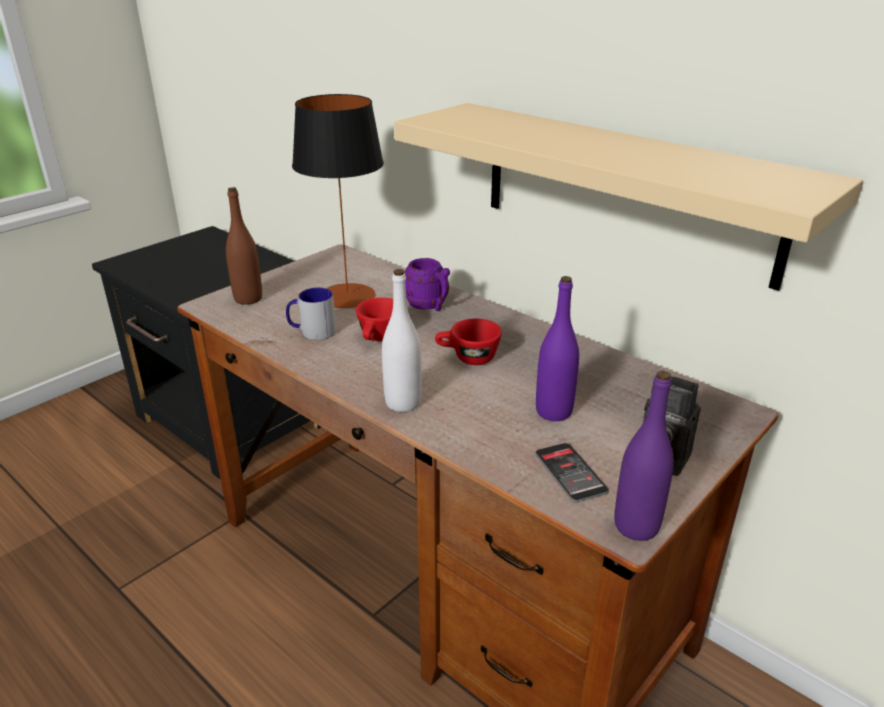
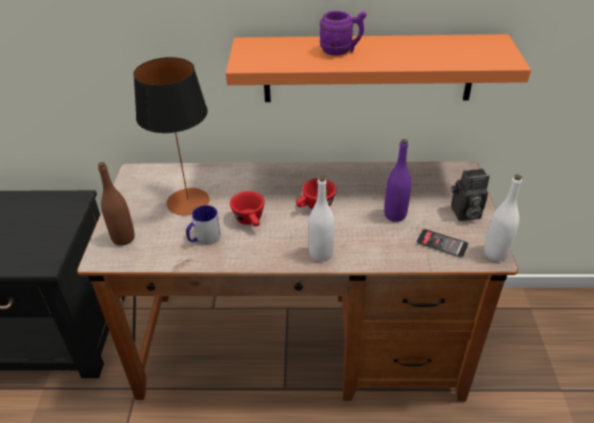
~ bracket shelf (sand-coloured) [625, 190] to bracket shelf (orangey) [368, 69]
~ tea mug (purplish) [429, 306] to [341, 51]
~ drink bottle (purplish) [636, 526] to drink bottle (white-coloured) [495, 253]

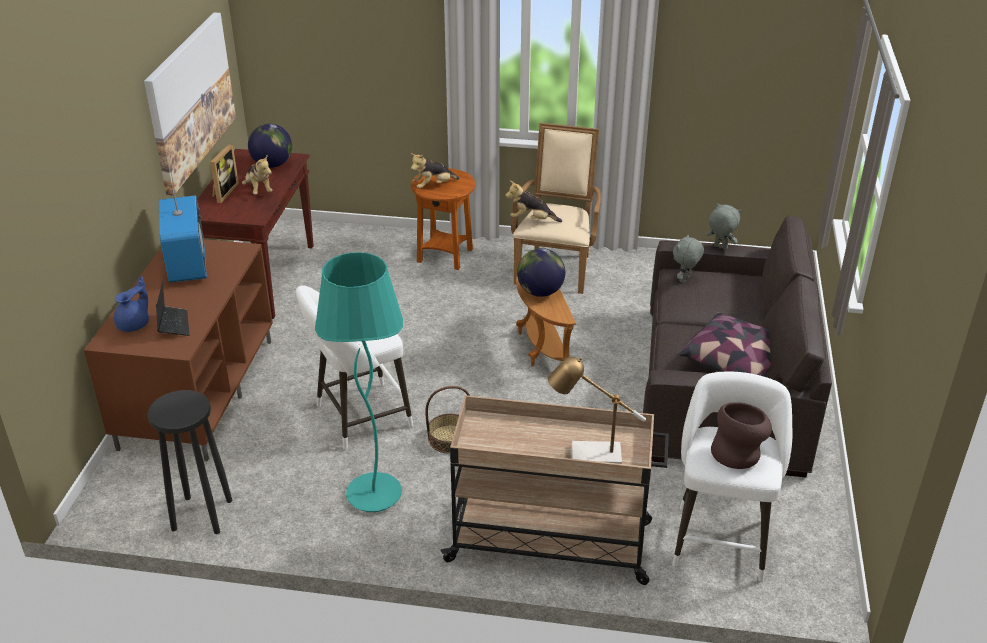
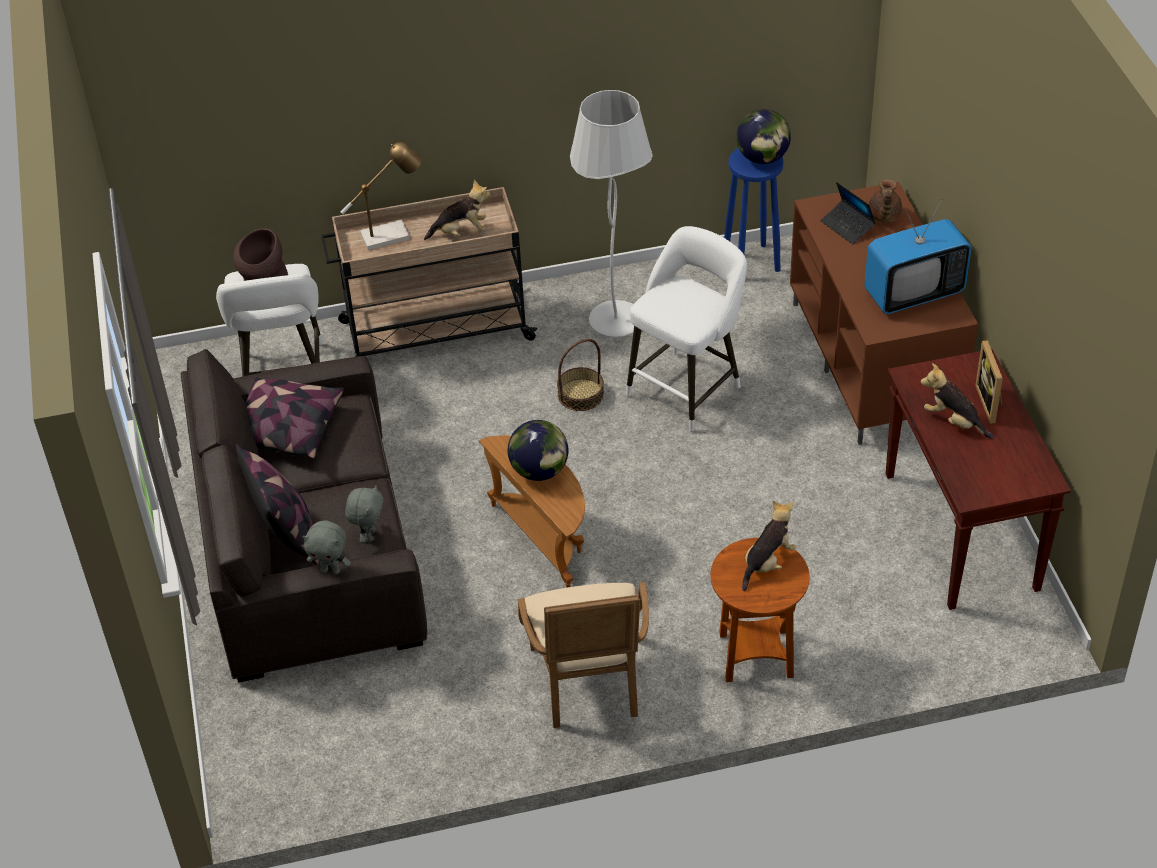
- wall art [190, 100]
~ globe [272, 165] to [762, 158]
~ TV set [187, 265] = [913, 293] 75 degrees counterclockwise
~ soft toy [532, 220] to [461, 232]
~ standing lamp (blue-green) [374, 495] to standing lamp (white-coloured) [615, 321]
~ teapot (blue-coloured) [135, 324] to teapot (brown-coloured) [883, 216]
~ stool seat (black-coloured) [201, 514] to stool seat (blue-coloured) [752, 262]
+ pillow [287, 535]

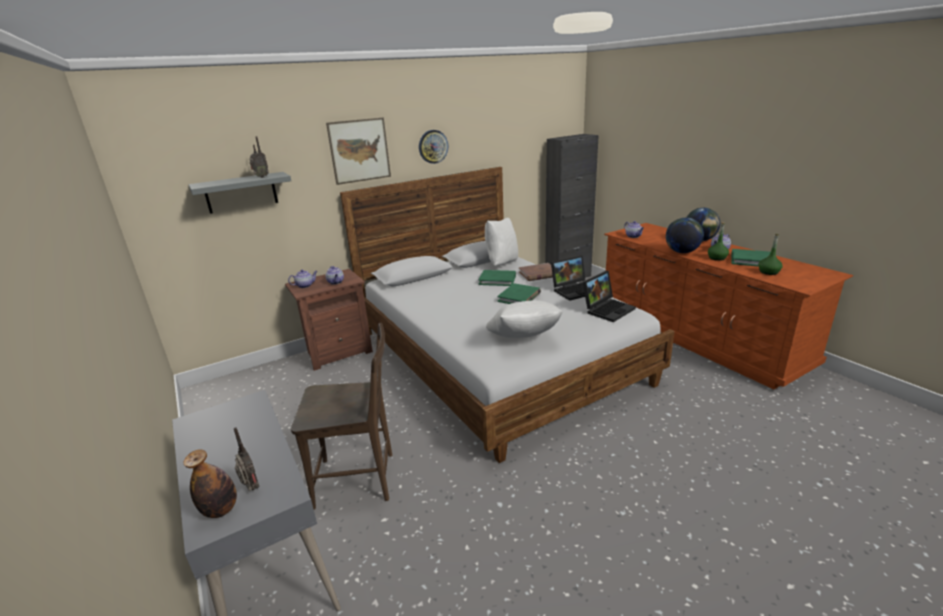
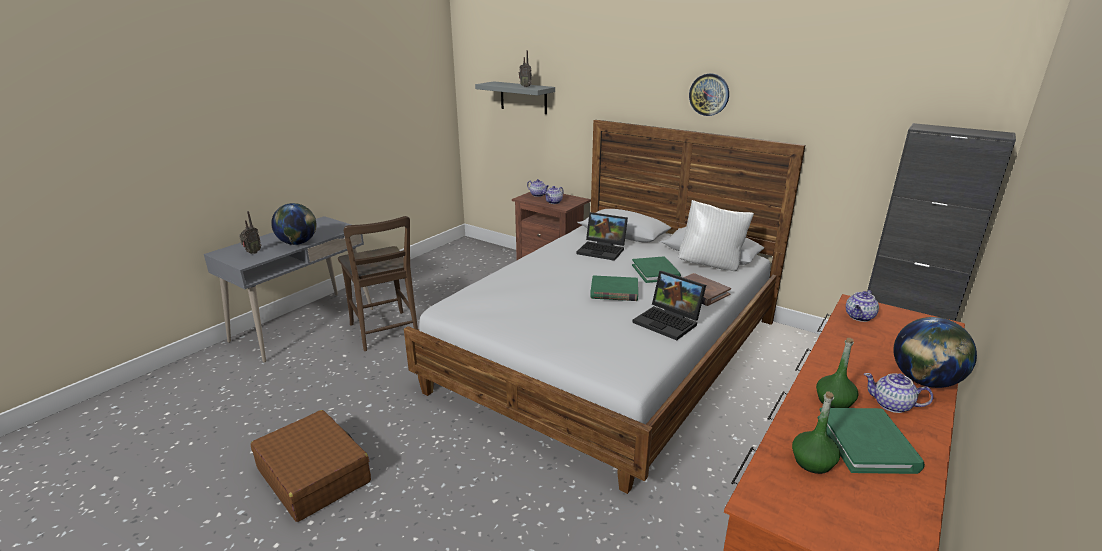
- wall art [359, 150]
~ globe [682, 252] to [298, 243]
~ laptop [607, 309] to [603, 250]
- pillow (white-coloured) [523, 339]
- drink bottle [220, 510]
+ suitcase (brown-coloured) [314, 475]

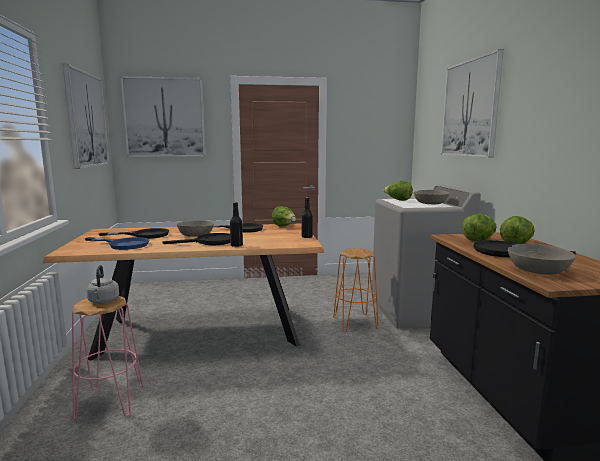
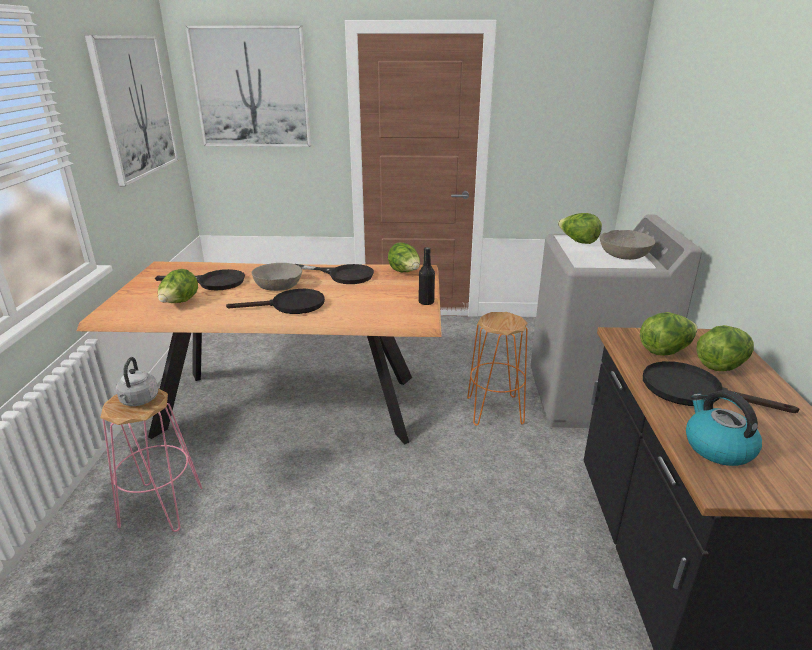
- wall art [470, 108]
- drink bottle (black-coloured) [236, 245]
~ skillet (blue-coloured) [123, 244] to lettuce head [179, 303]
~ serving bowl (gray) [538, 270] to kettle [717, 447]

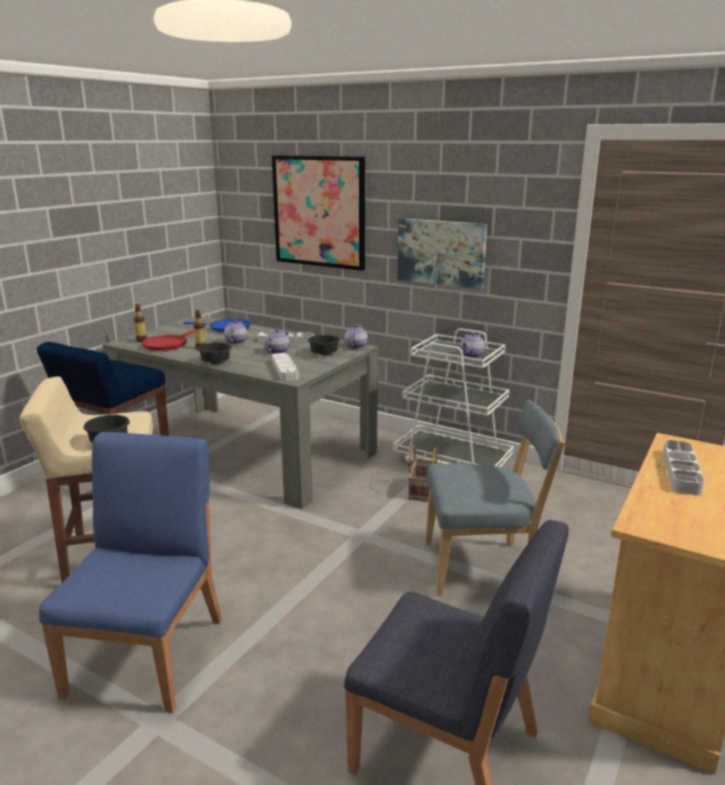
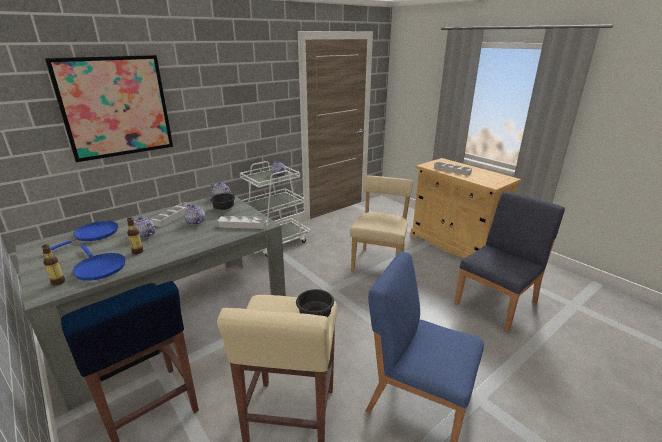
- wall art [441, 252]
~ skillet (red-coloured) [167, 344] to skillet (blue-coloured) [99, 268]
- serving bowl (black-coloured) [215, 362]
~ upright chair (blue-coloured) [483, 567] to upright chair (sand-coloured) [379, 262]
- household basket [421, 490]

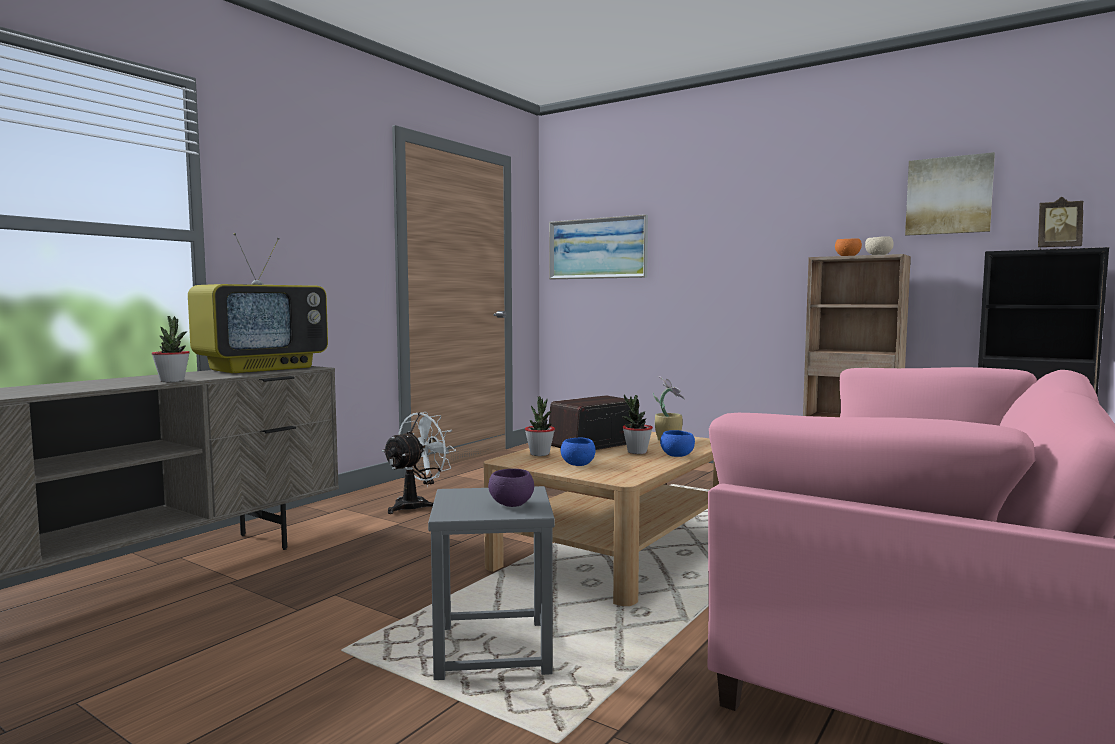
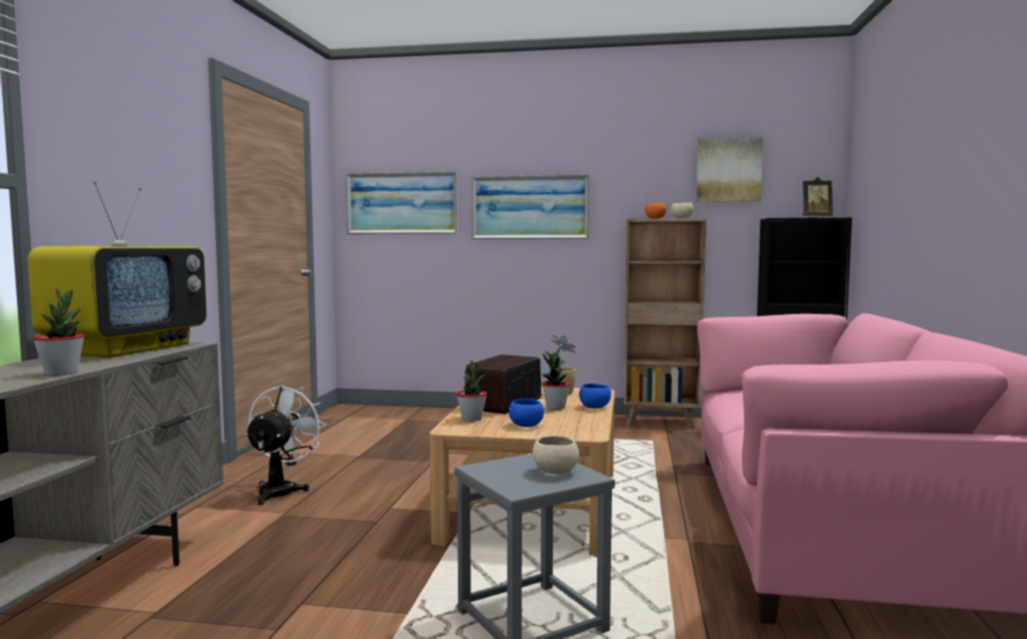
~ serving bowl (purplish) [511, 504] to serving bowl (sand-coloured) [555, 472]
+ wall art [530, 207]

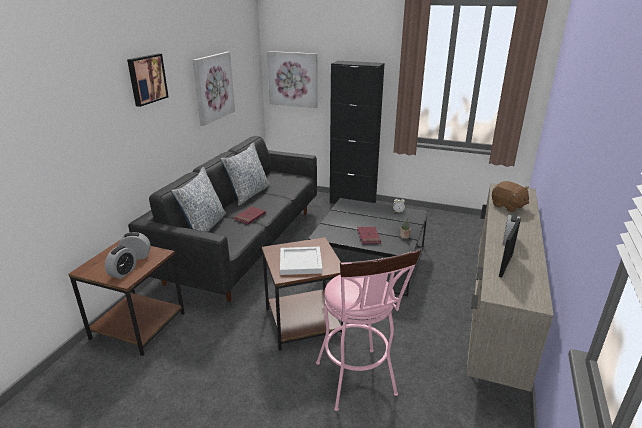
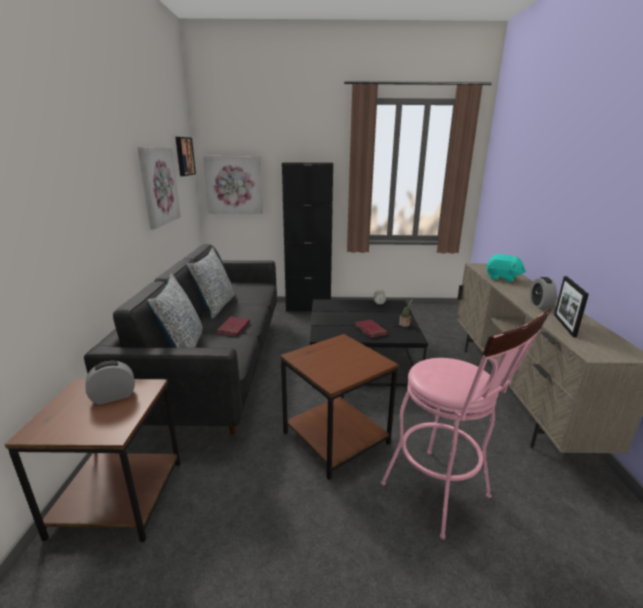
~ wall art [146, 79] to [184, 156]
~ soft toy (brown-coloured) [508, 206] to soft toy (blue-green) [502, 278]
- alarm clock [123, 272]
- tray (white-coloured) [301, 262]

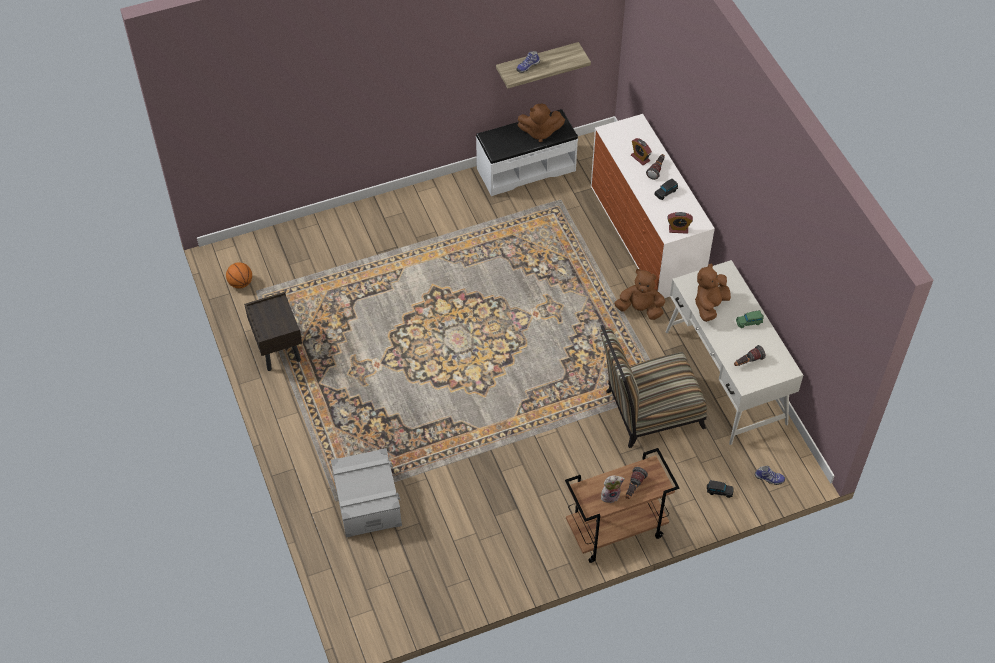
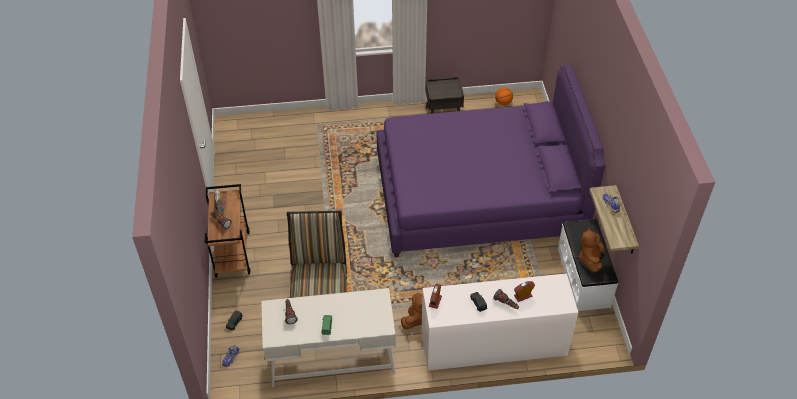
- soft toy (brown-coloured) [710, 305]
- storage box (gray) [367, 501]
+ bedroom bed (purplish) [478, 196]

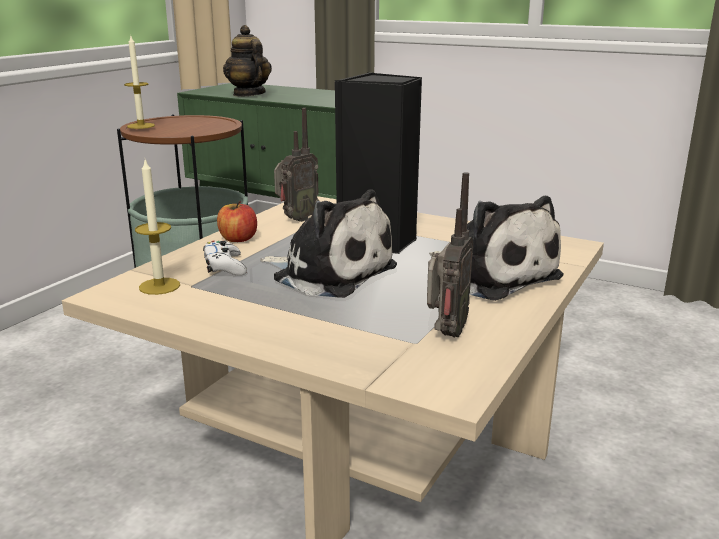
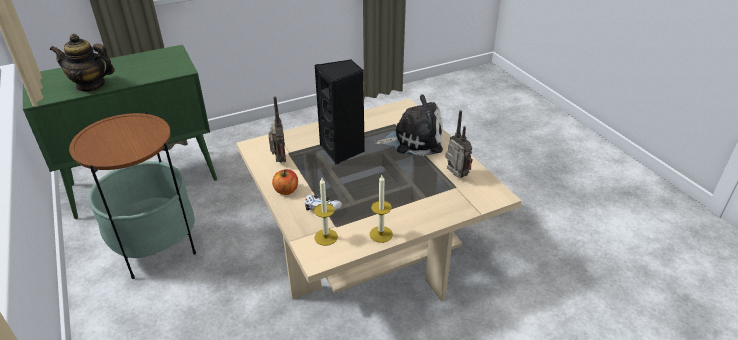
~ wax candle [141, 126] to [381, 234]
- soft toy [330, 273]

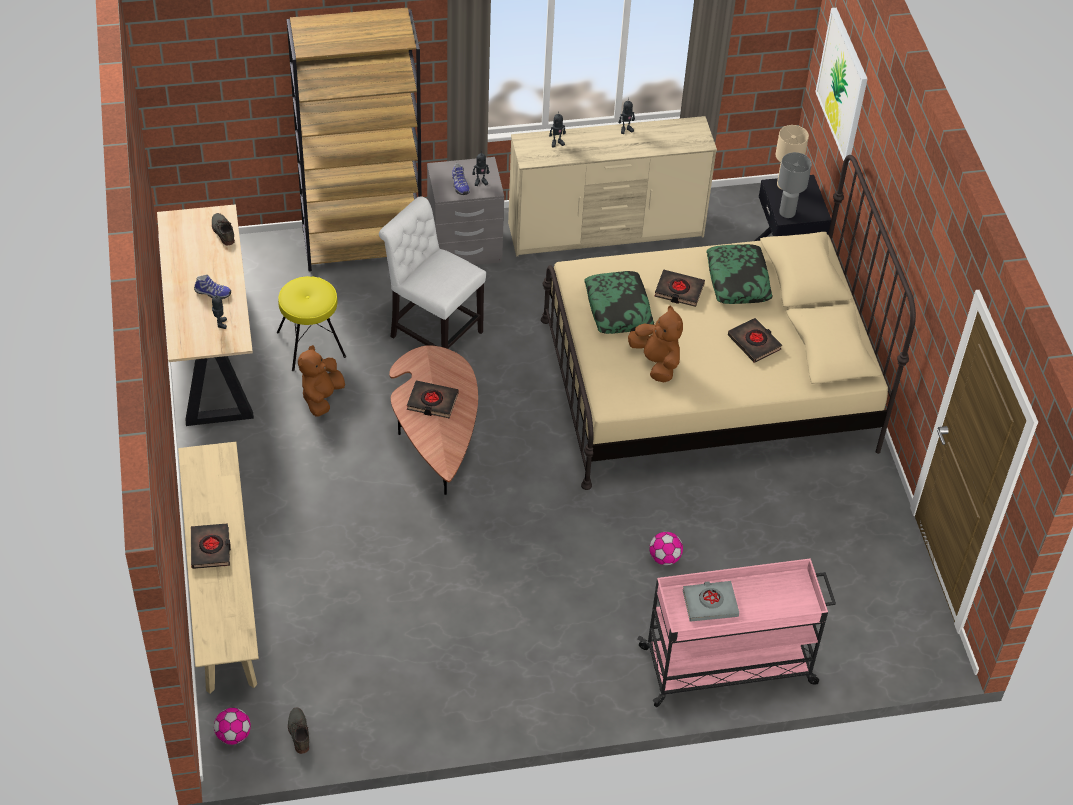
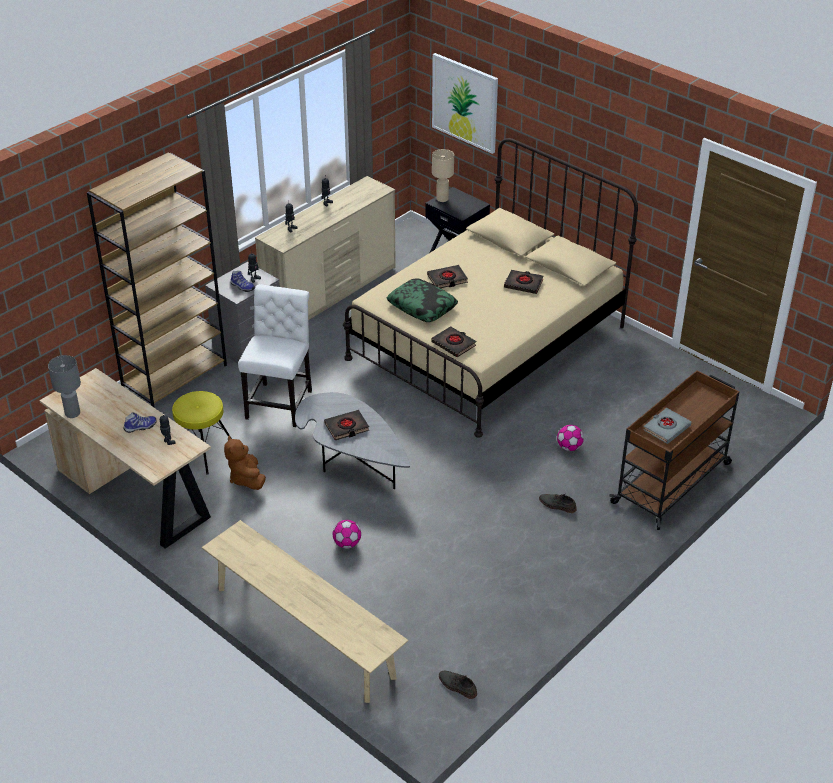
~ table lamp (gray) [787, 212] to [73, 413]
~ upright chair (white-coloured) [432, 332] = [281, 402] 105 degrees clockwise
~ low shoe (gray) [222, 231] to [557, 505]
- pillow [738, 280]
- soft toy (brown-coloured) [656, 362]
~ lounge table (brown-coloured) [436, 437] to lounge table (gray) [351, 459]
~ volume (black-coloured) [211, 548] to [454, 344]
~ trolley (pink-coloured) [730, 665] to trolley (brown-coloured) [672, 482]
~ ball for football [233, 735] to [347, 544]

